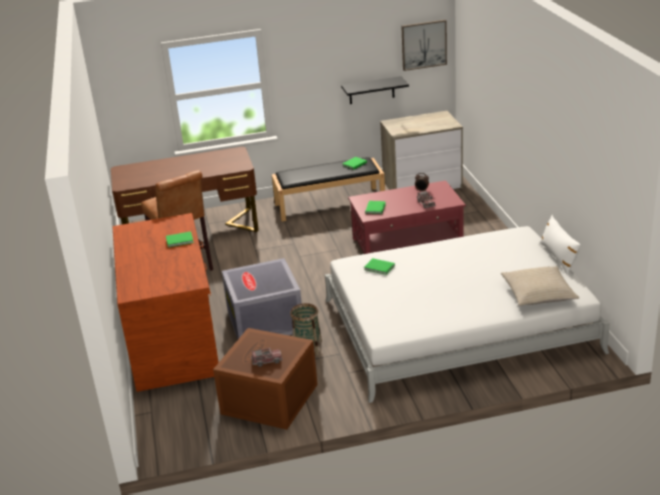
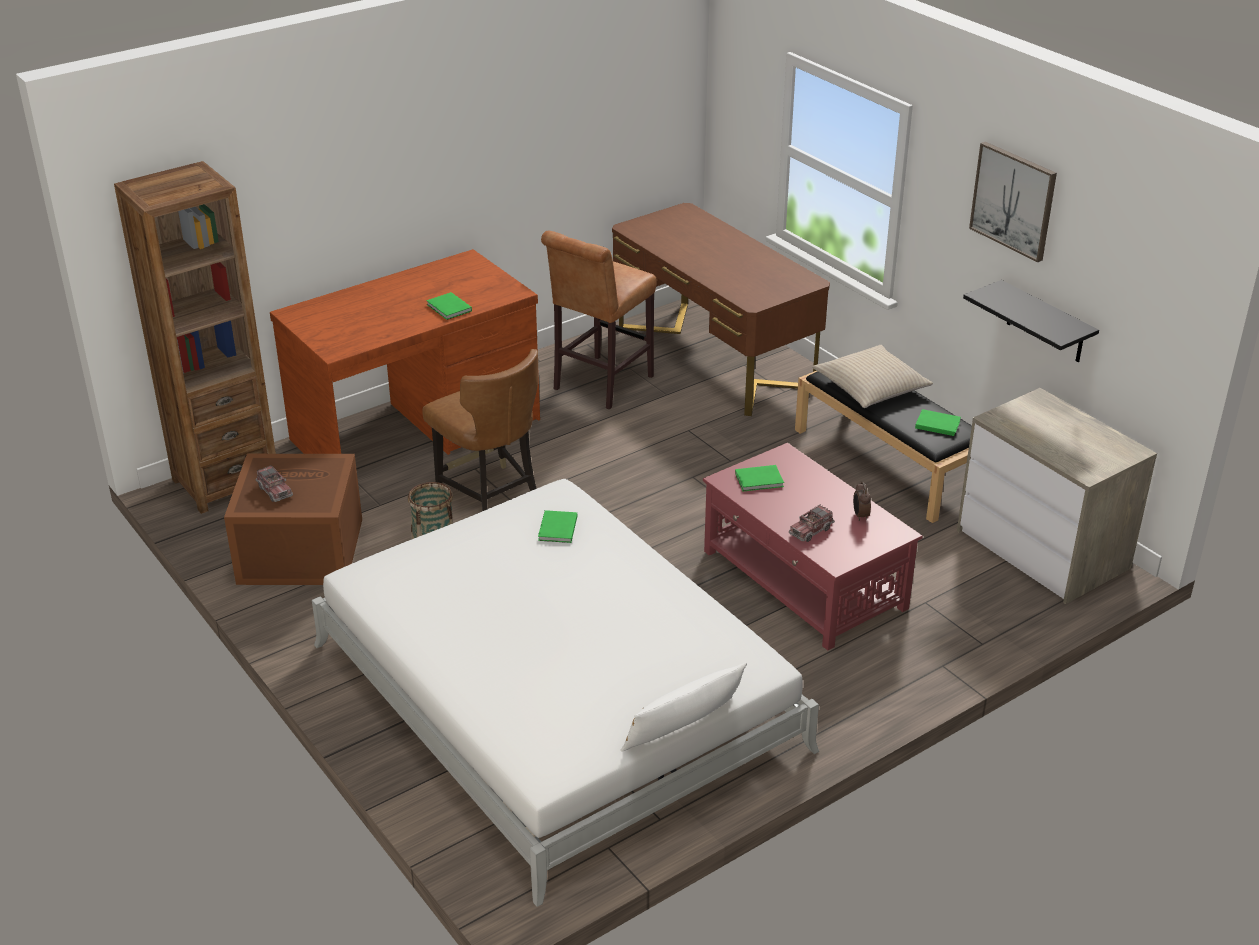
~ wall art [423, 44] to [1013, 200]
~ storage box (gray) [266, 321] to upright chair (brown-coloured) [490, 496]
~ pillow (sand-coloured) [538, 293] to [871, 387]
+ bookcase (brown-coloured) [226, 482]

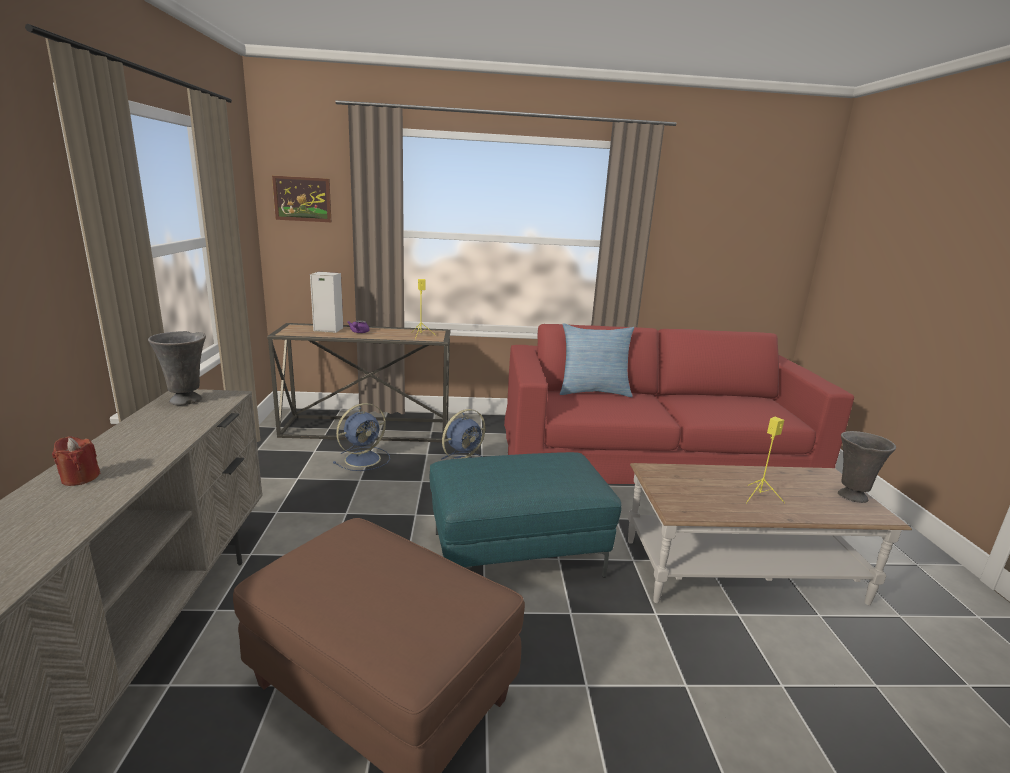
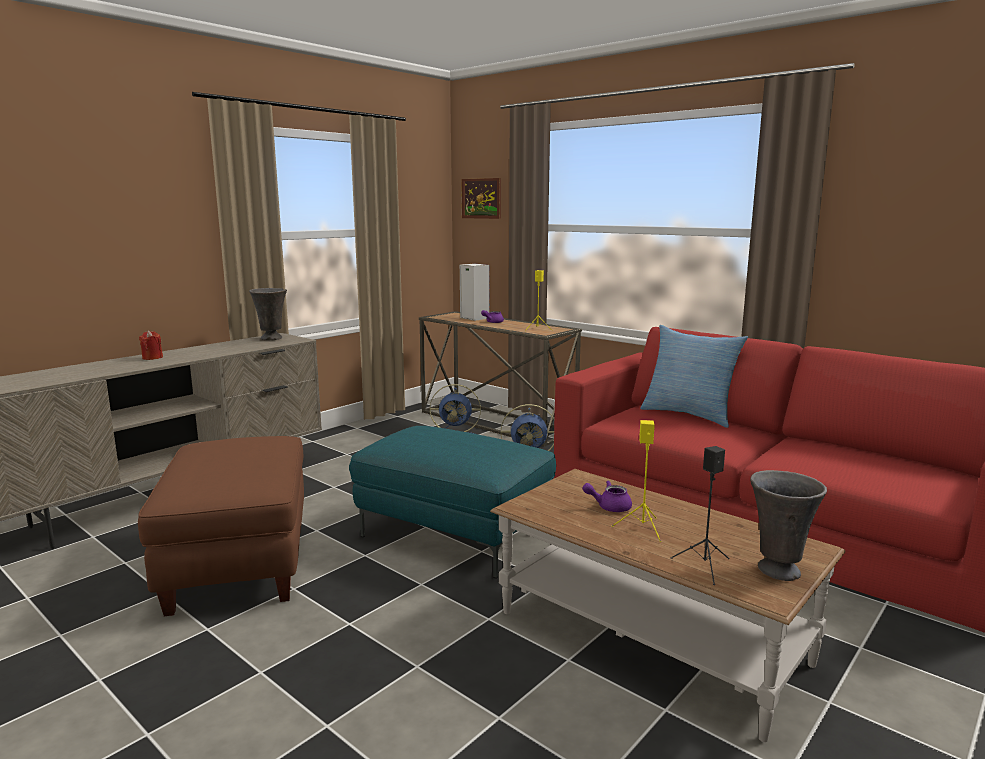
+ loudspeaker (black-coloured) [705, 567]
+ teapot (purplish) [609, 507]

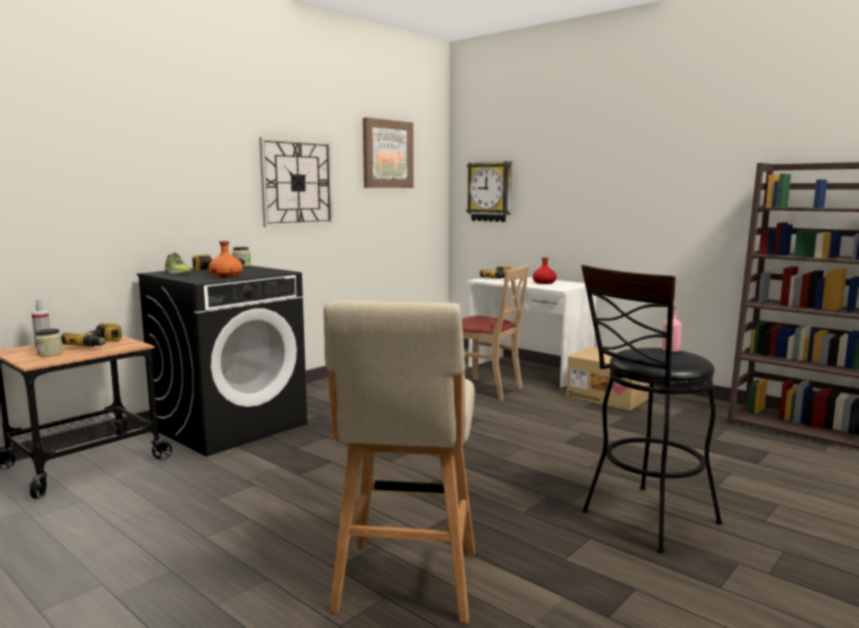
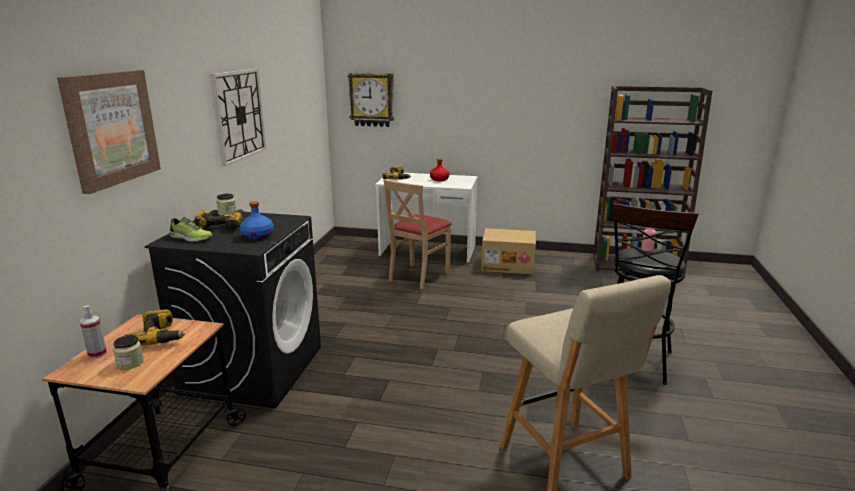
~ wall art [387, 154] to [111, 128]
~ drink bottle (orangey) [226, 276] to drink bottle (blue-coloured) [258, 236]
~ upright chair (sand-coloured) [485, 389] = [418, 276] 120 degrees clockwise

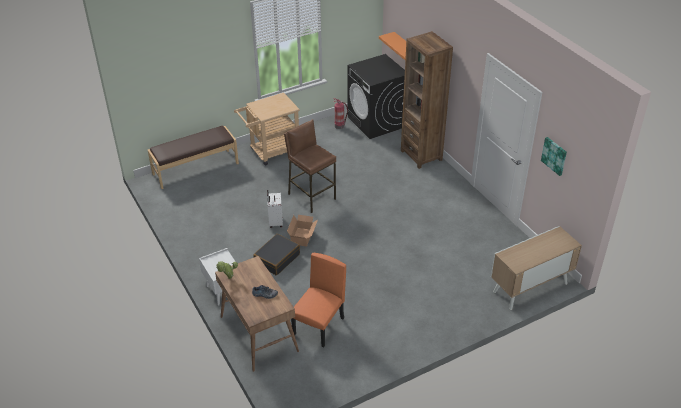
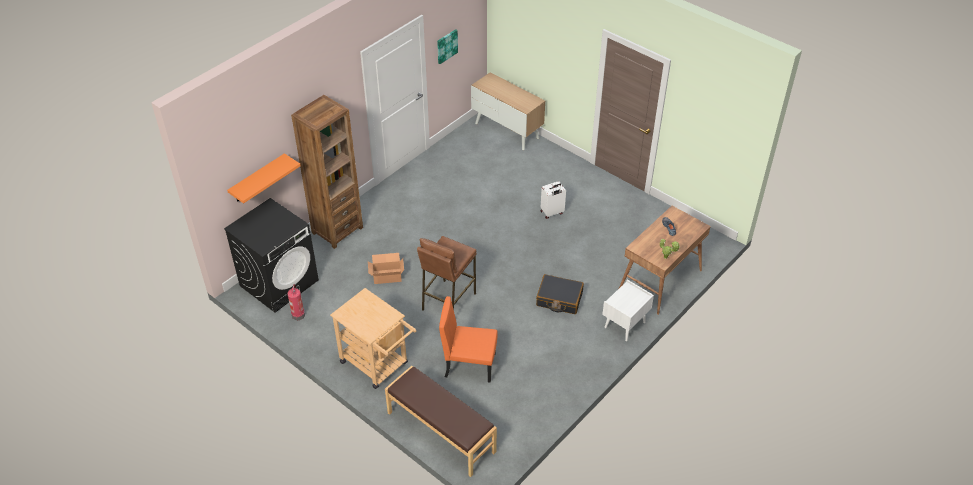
~ suitcase (white-coloured) [275, 222] to [552, 213]
~ cardboard box [303, 236] to [386, 275]
~ upright chair (orangey) [319, 326] to [470, 364]

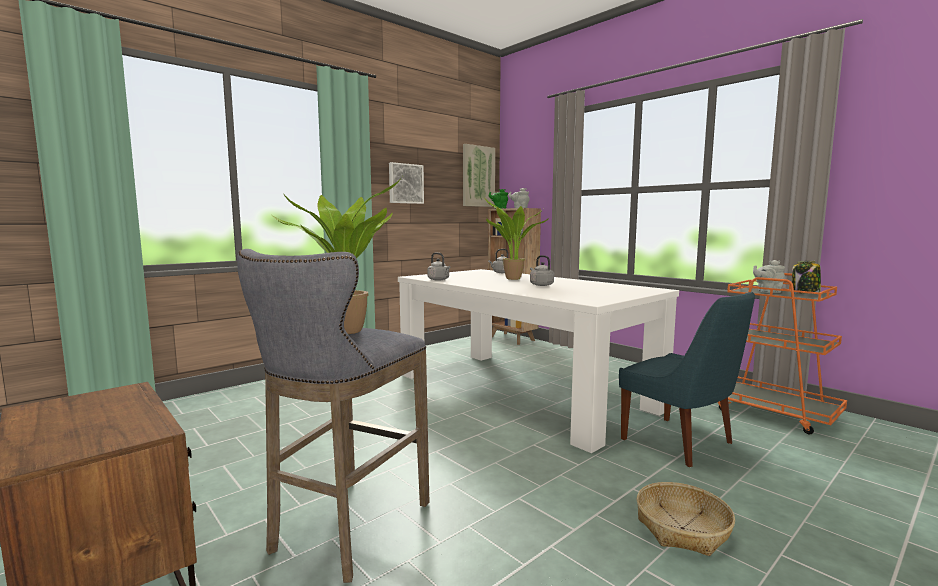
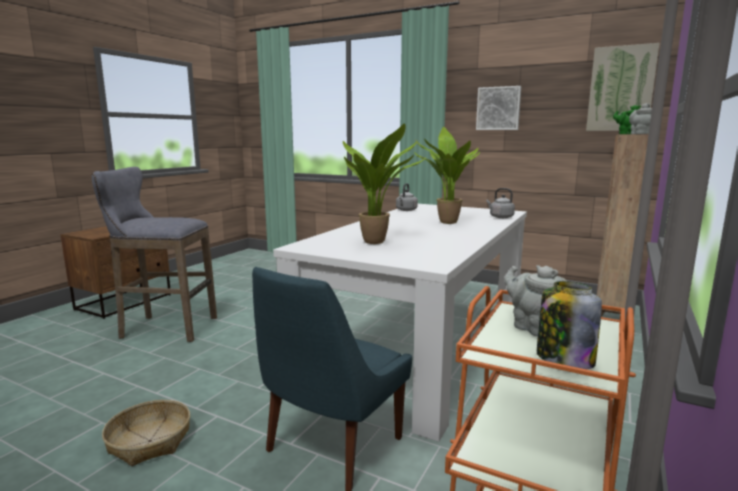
~ potted plant [349, 330] to [378, 242]
- kettle (gray) [540, 285]

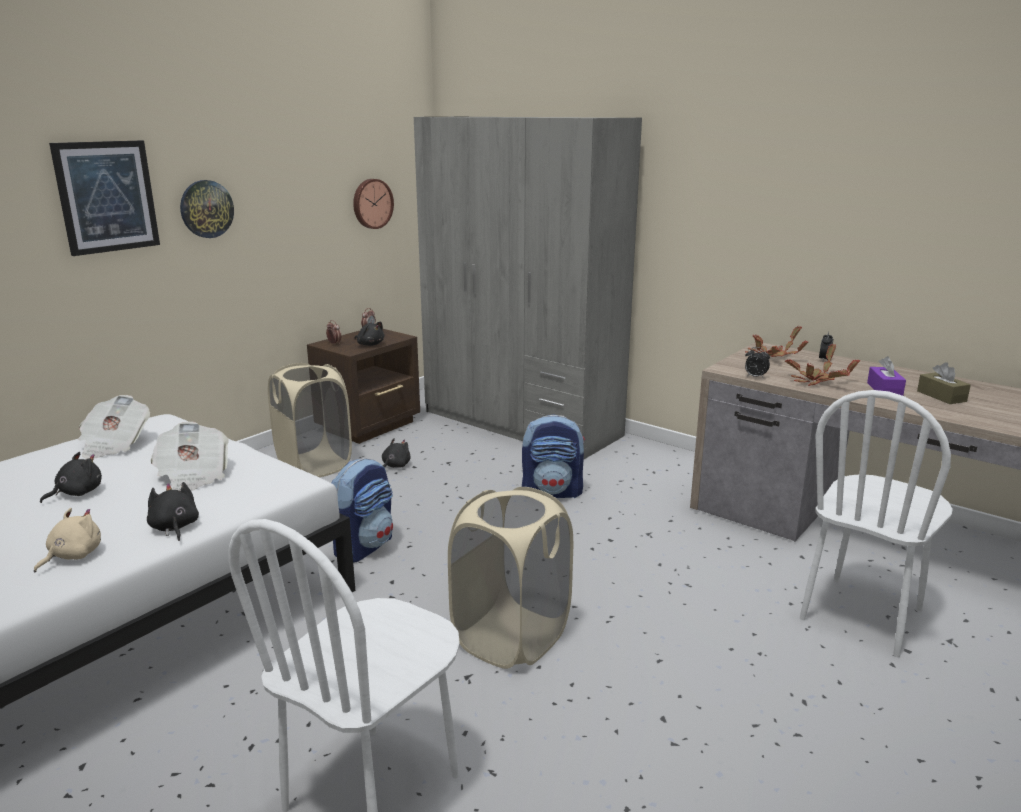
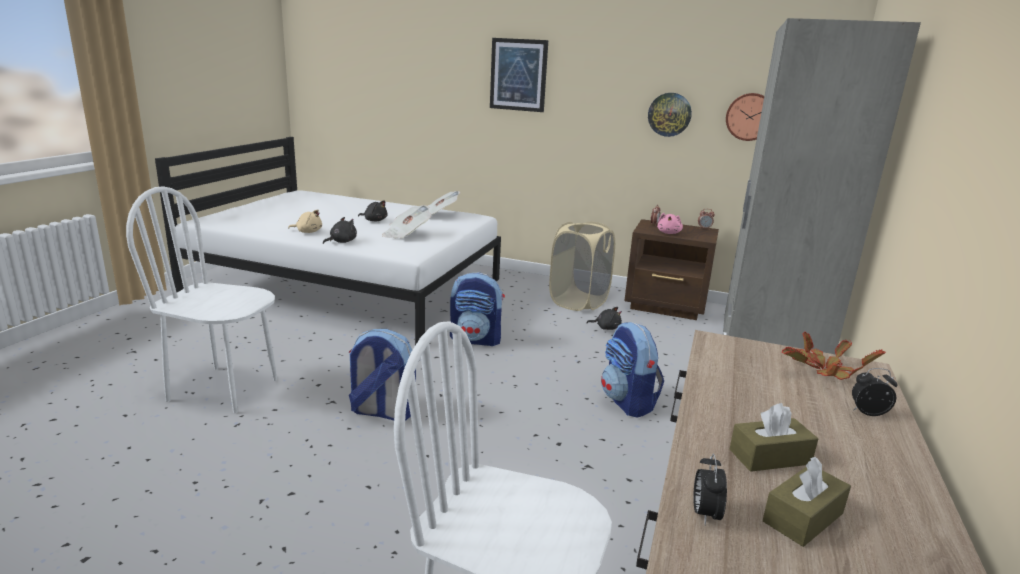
~ wall clock [206, 209] to [669, 114]
~ soft toy (black-coloured) [370, 344] to soft toy (pink-coloured) [669, 233]
- potted plant [816, 381]
~ alarm clock [755, 377] to [705, 514]
~ box of tissues (purplish) [884, 389] to box of tissues (brown-coloured) [770, 457]
~ washing basket (sand-coloured) [511, 637] to knapsack [382, 412]

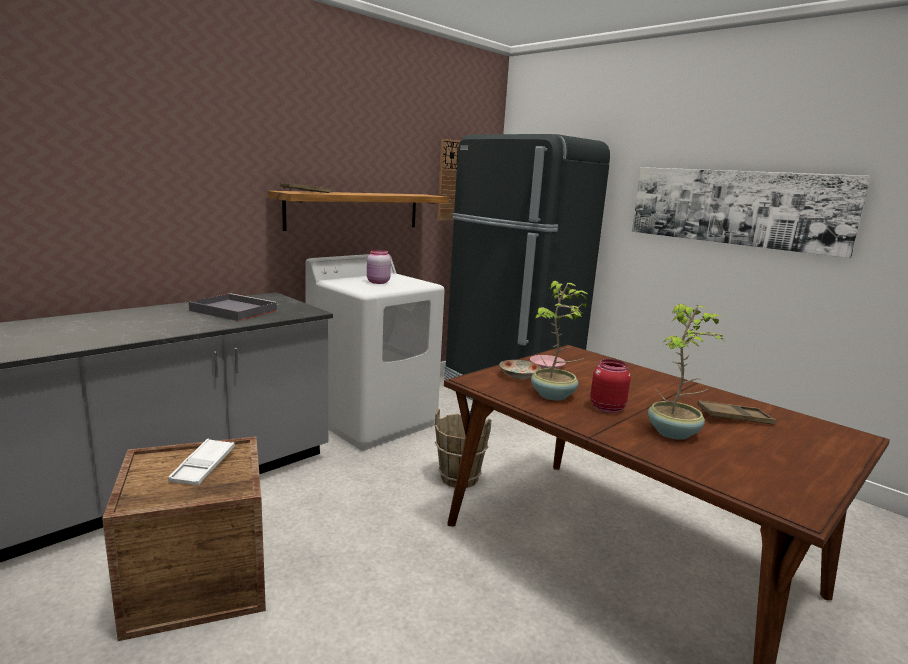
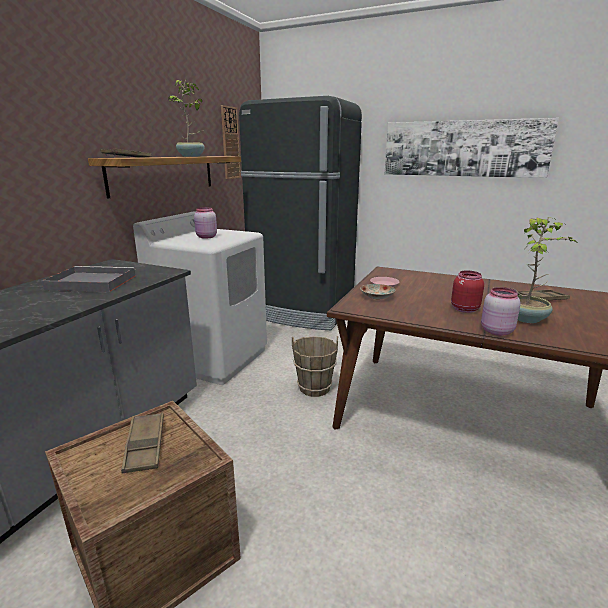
~ potted plant [554, 395] to [192, 156]
~ tray (white-coloured) [203, 466] to tray (brown-coloured) [145, 446]
+ jar (pink-coloured) [495, 331]

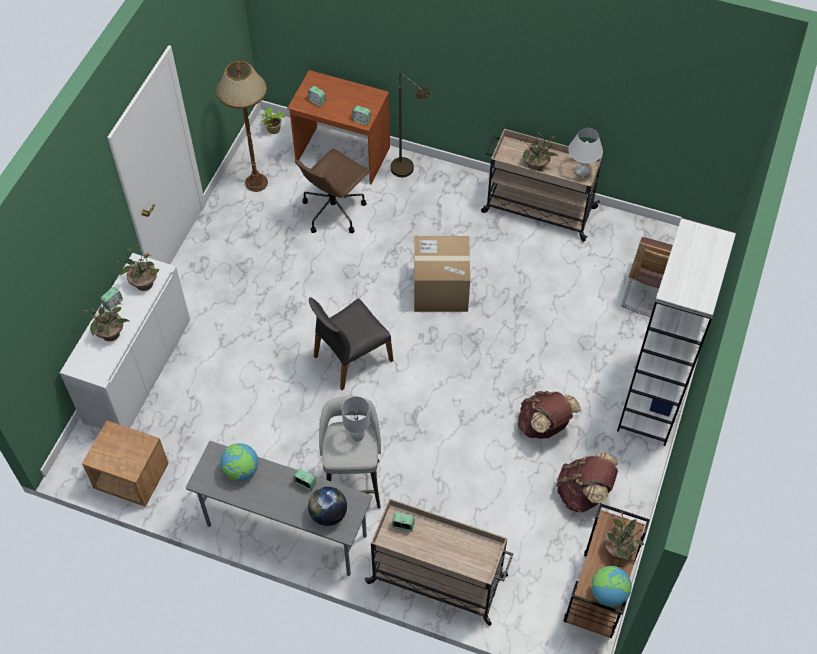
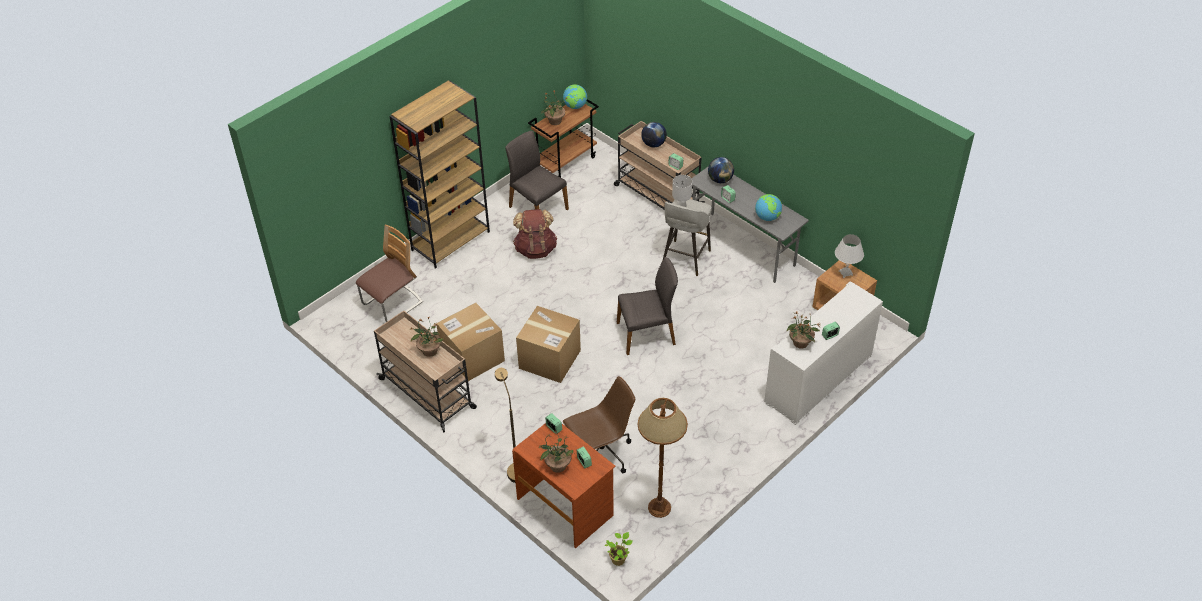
~ table lamp (white-coloured) [581, 171] to [845, 273]
~ bookcase (white-coloured) [653, 399] to bookcase (brown-coloured) [451, 240]
~ potted plant [111, 334] to [557, 465]
~ knapsack (brown-coloured) [583, 493] to upright chair (gray) [537, 208]
+ globe [653, 144]
+ cardboard box [472, 357]

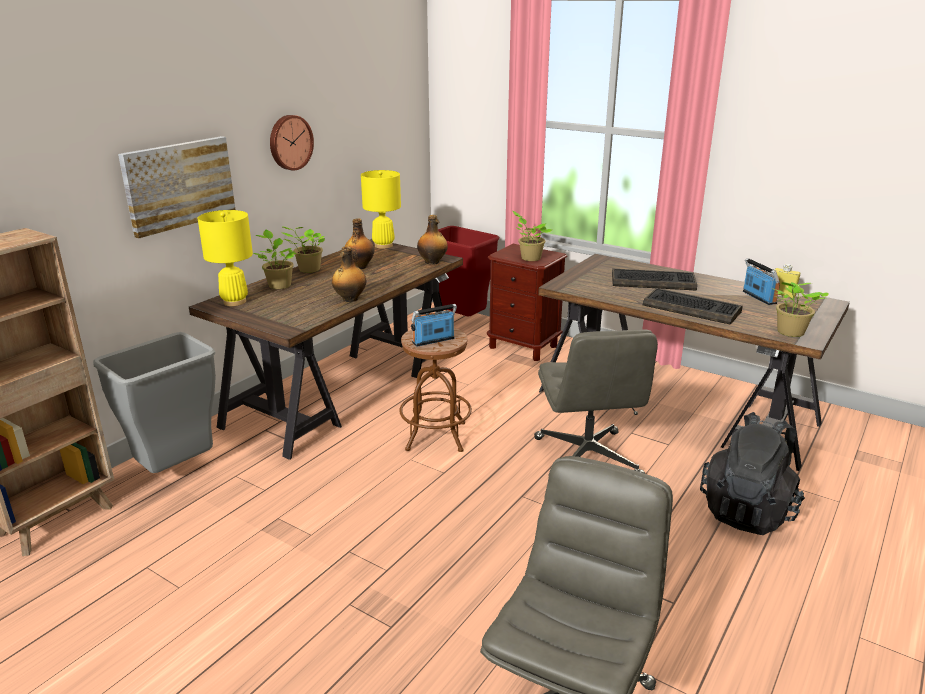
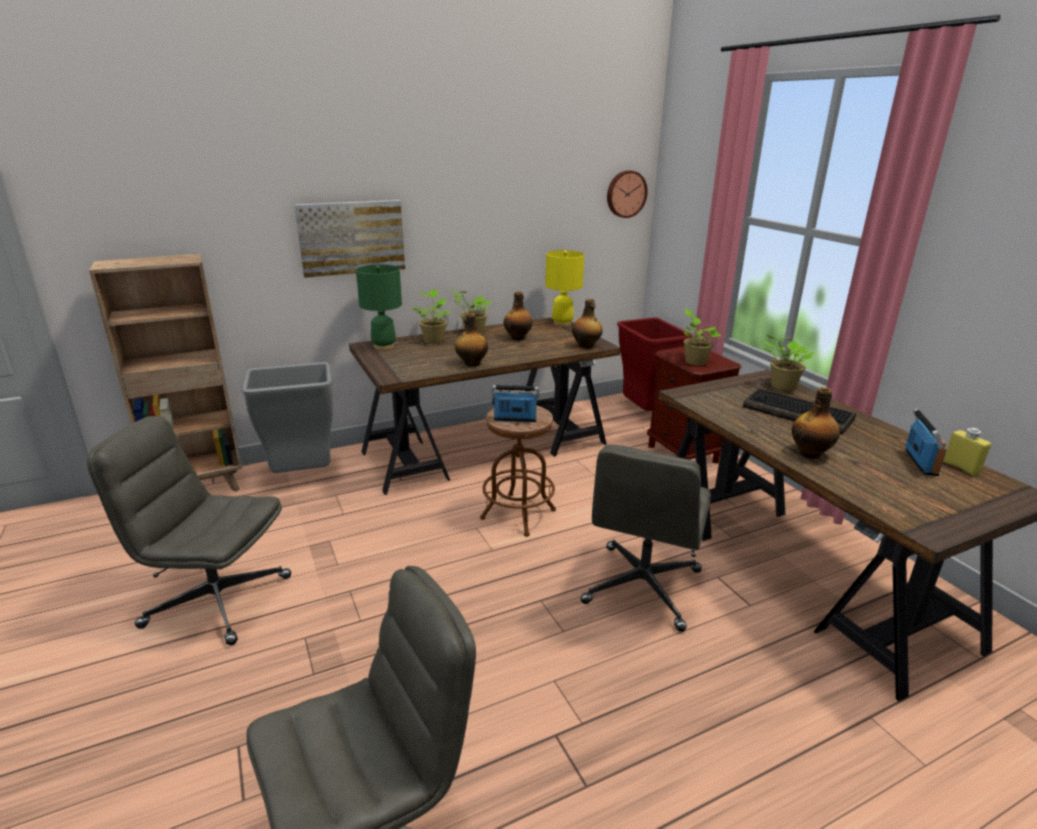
~ wall clock [290, 142] to [625, 194]
~ table lamp (yellow) [234, 302] to table lamp (greenish) [384, 347]
~ potted plant [789, 333] to [781, 386]
~ keyboard [692, 308] to drink bottle [810, 453]
- knapsack (black-coloured) [748, 511]
+ computer chair (gray) [216, 601]

